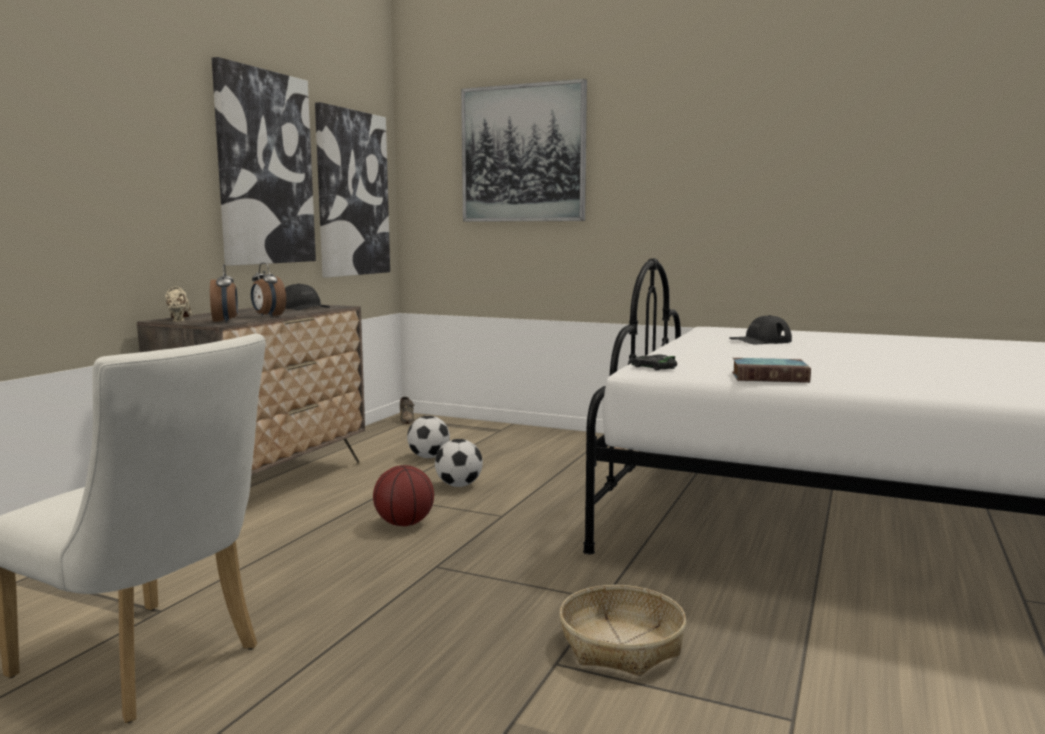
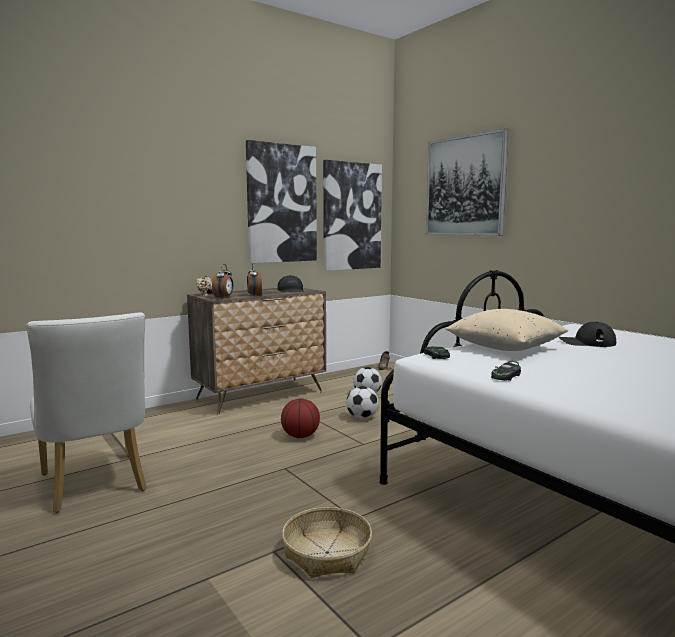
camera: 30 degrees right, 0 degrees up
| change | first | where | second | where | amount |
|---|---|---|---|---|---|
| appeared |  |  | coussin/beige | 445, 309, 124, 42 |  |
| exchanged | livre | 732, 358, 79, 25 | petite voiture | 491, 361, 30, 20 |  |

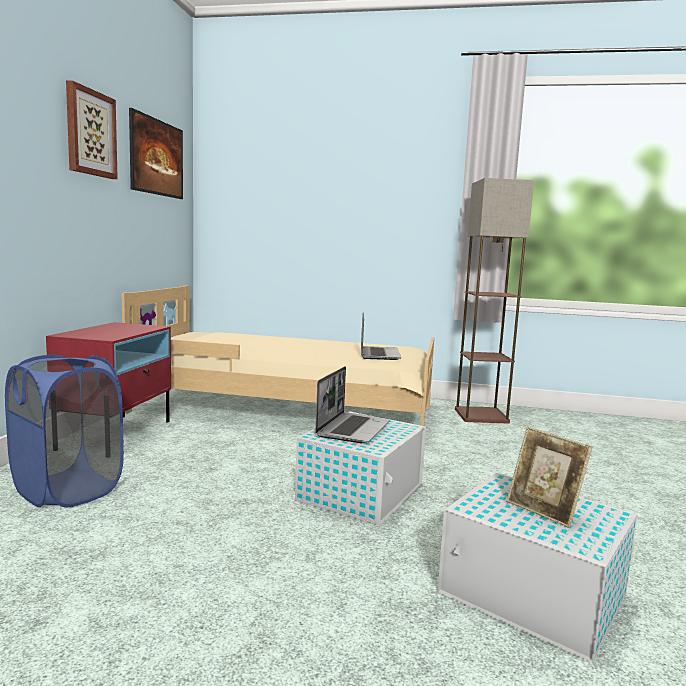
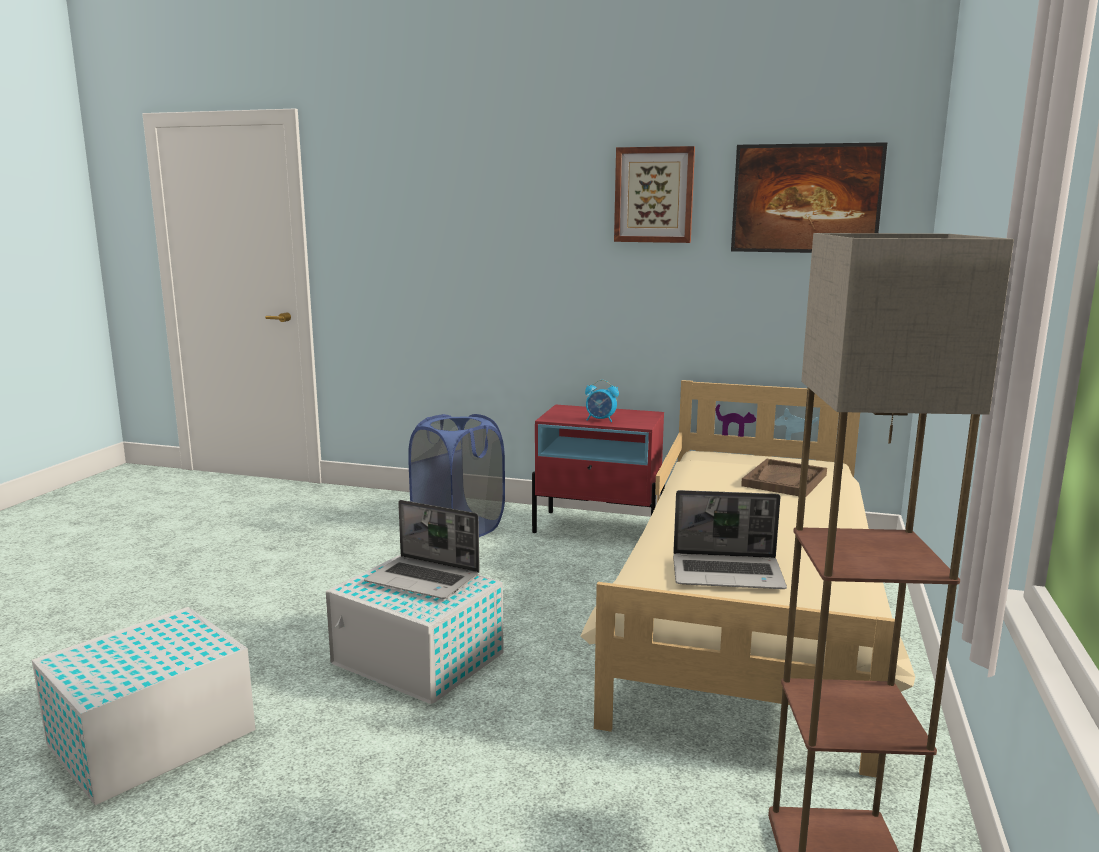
camera: 95 degrees right, 5 degrees up
| change | first | where | second | where | amount |
|---|---|---|---|---|---|
| missing | cadre photo | 506, 426, 86, 102 |  |  |  |
| appeared |  |  | réveil | 585, 380, 34, 42 |  |
| appeared |  |  | plateau/marron | 741, 459, 86, 38 |  |

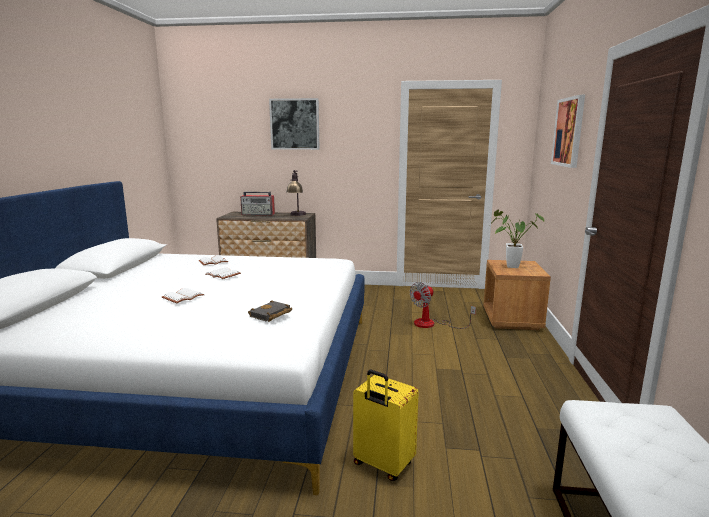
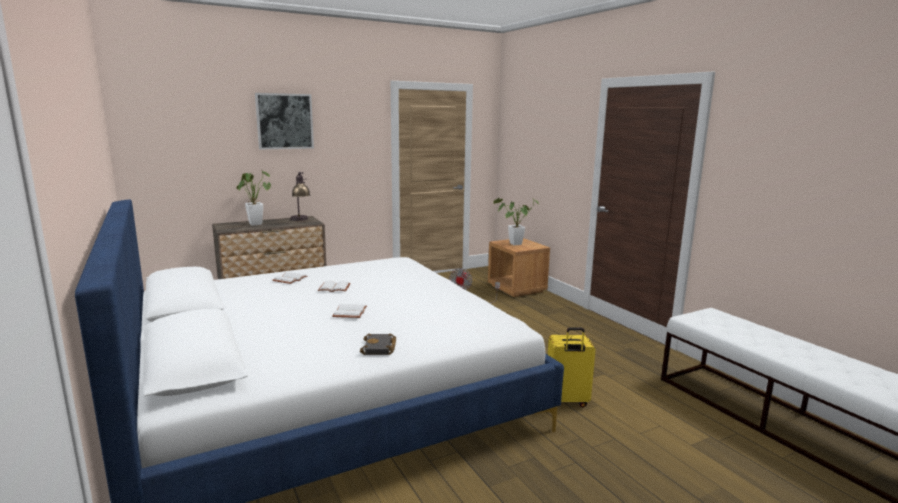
camera: 35 degrees left, 0 degrees up
| change | first | where | second | where | amount |
|---|---|---|---|---|---|
| missing | tableau | 551, 95, 34, 73 |  |  |  |
| relocated | livre/noir | 248, 300, 44, 22 |  | 360, 333, 36, 22 |  |
| exchanged | radio | 240, 192, 35, 23 | plante en pot | 236, 171, 35, 55 |  |

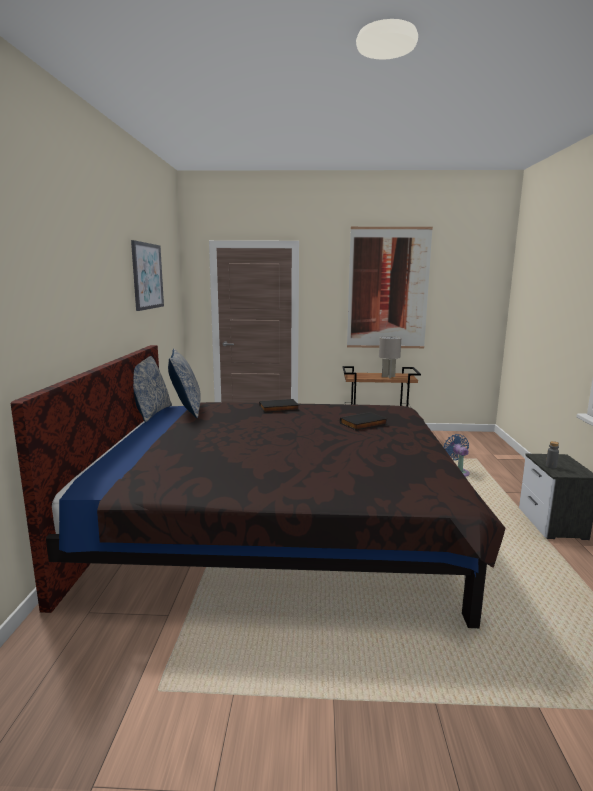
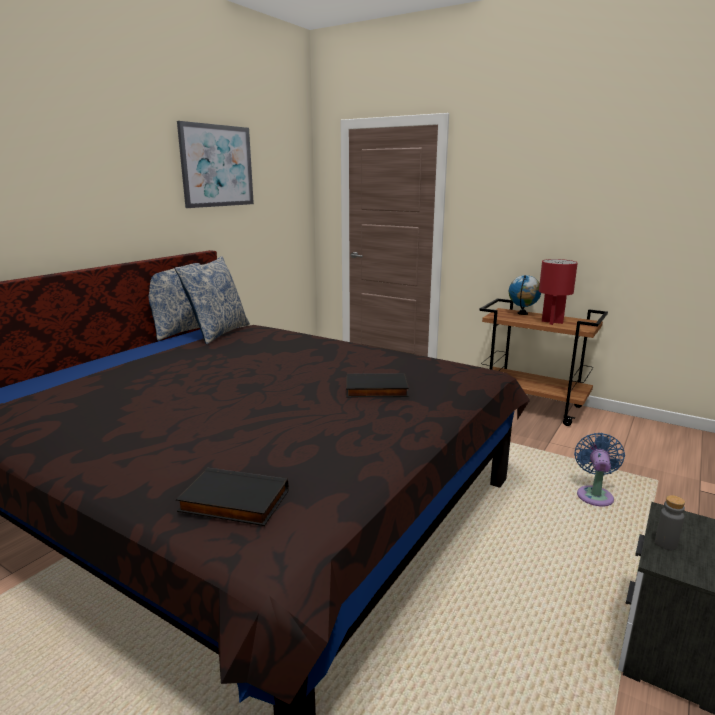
camera: 30 degrees right, 5 degrees up
| change | first | where | second | where | amount |
|---|---|---|---|---|---|
| missing | tableau | 347, 227, 86, 121 |  |  |  |
| appeared |  |  | globe | 509, 275, 32, 40 |  |
| relocated | livre/noir | 259, 399, 40, 14 |  | 176, 468, 113, 58 |  |
| colour | lampe de table/gris | 379, 336, 22, 42 | lampe de table/rouge | 539, 259, 39, 66 |  |

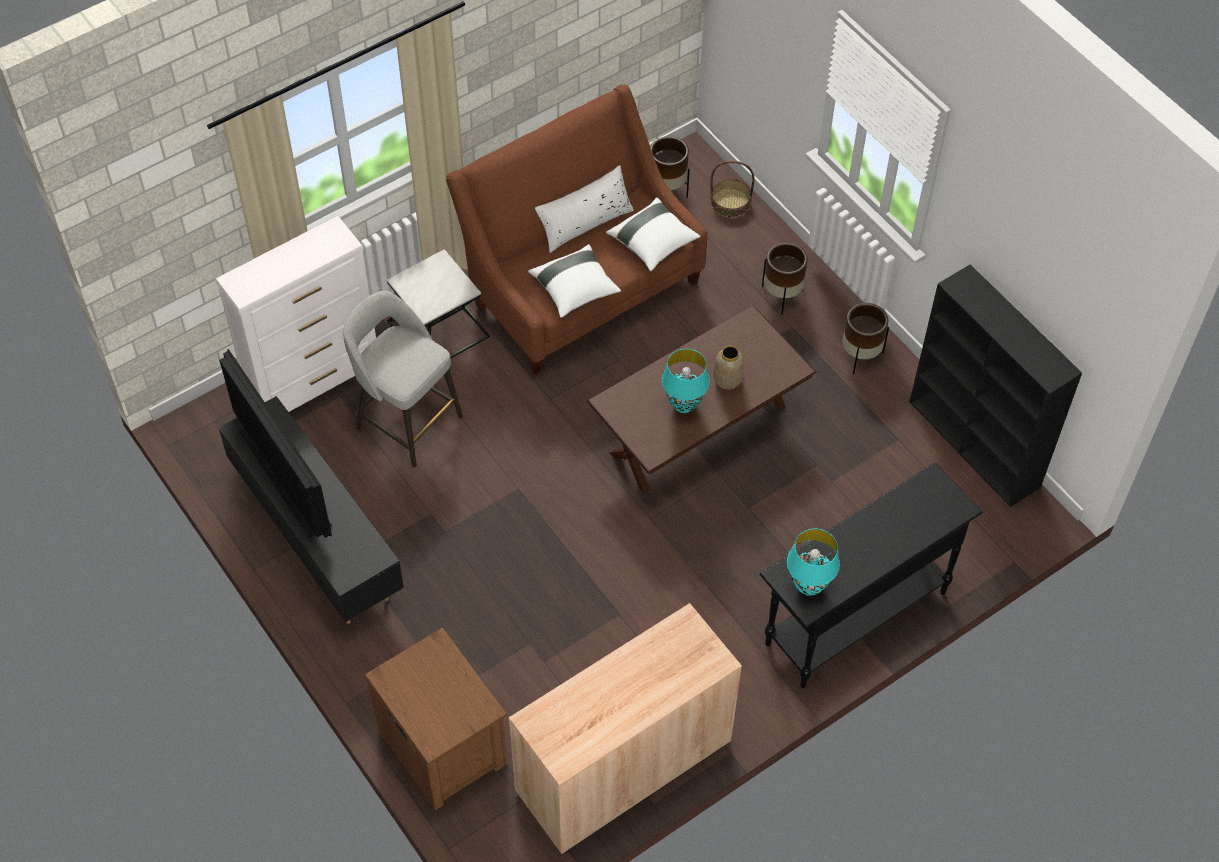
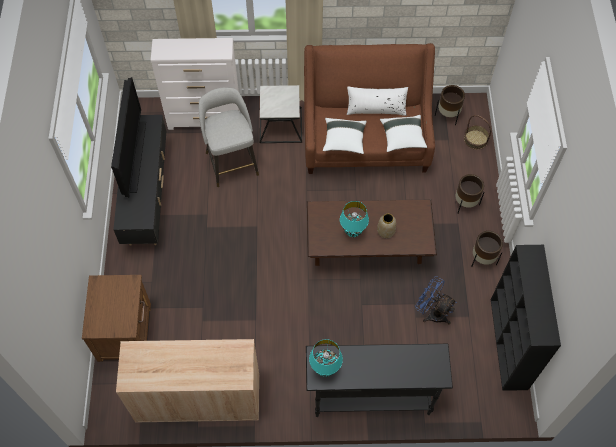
camera: 35 degrees right, 5 degrees up
| change | first | where | second | where | amount |
|---|---|---|---|---|---|
| appeared |  |  | ventilateur/bleu | 415, 276, 42, 48 |  |

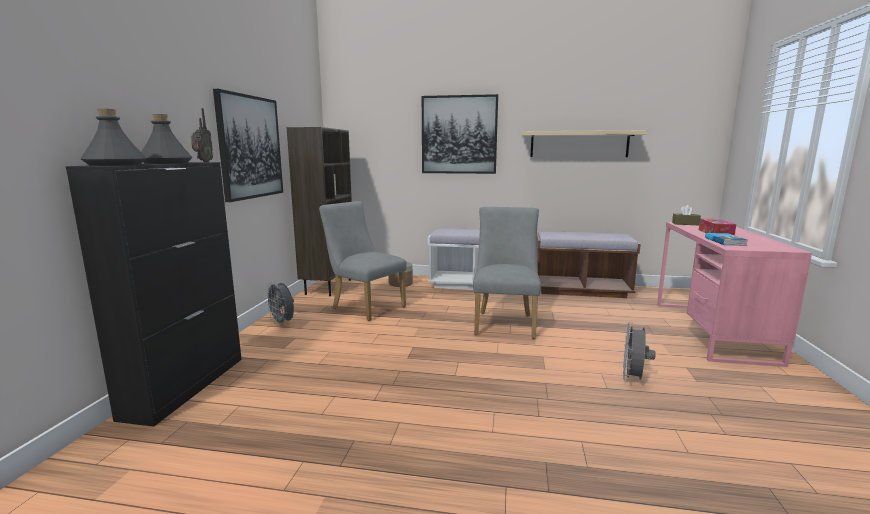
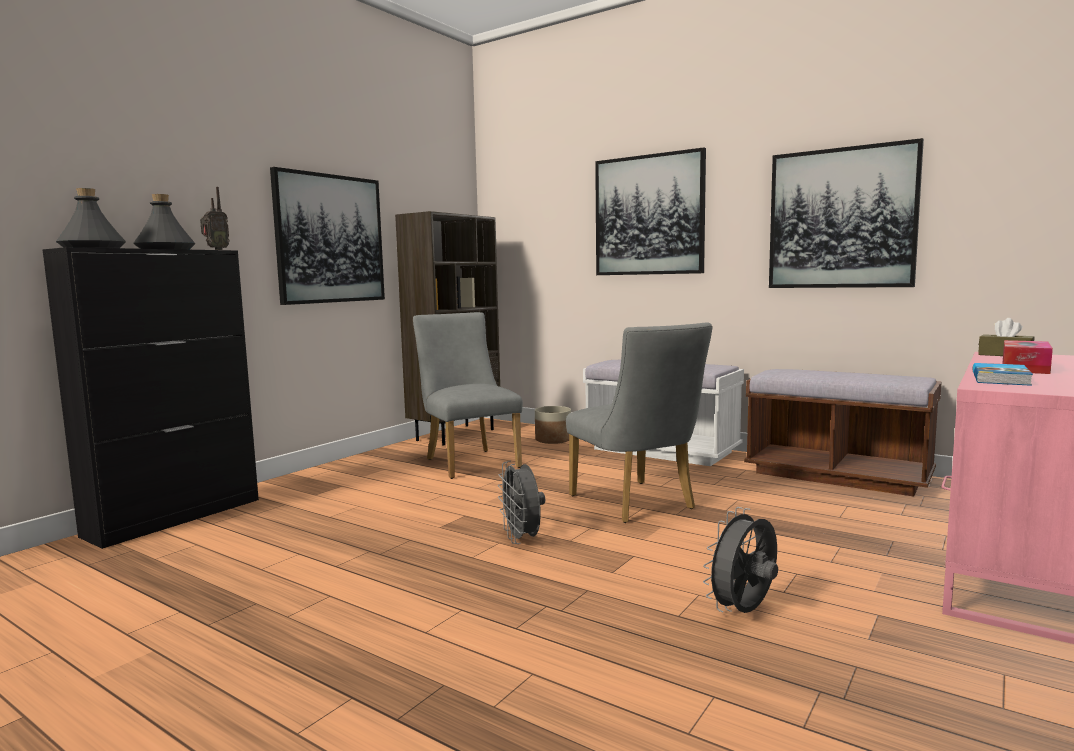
camera: 25 degrees right, 5 degrees down
| change | first | where | second | where | amount |
|---|---|---|---|---|---|
| relocated | ventilateur/gris | 264, 282, 30, 44 |  | 498, 461, 47, 83 |  |
| exchanged | étagère/beige | 522, 130, 125, 27 | tableau | 769, 138, 155, 150 |  |
| spun | chaise/gris | 473, 207, 68, 132 |  | 566, 322, 146, 201 | 120 degrees clockwise |

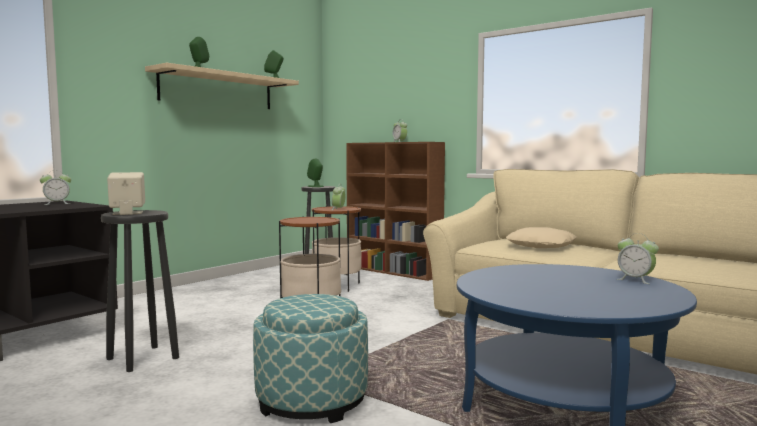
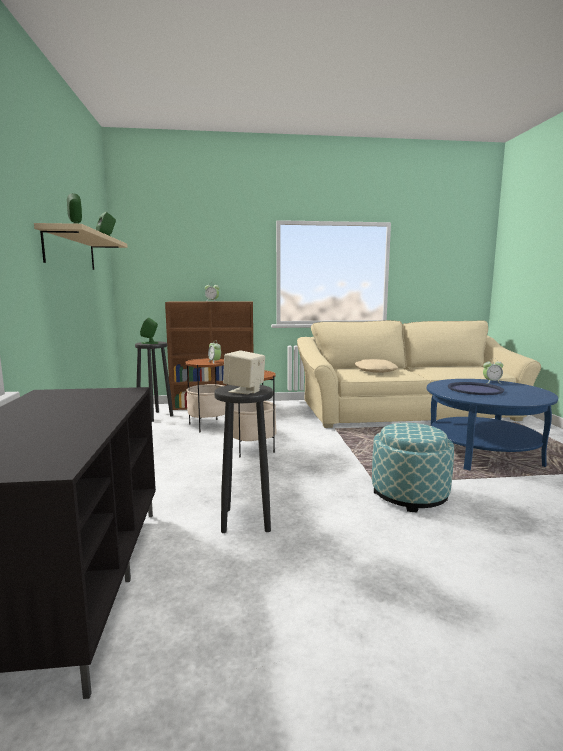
camera: 45 degrees left, 5 degrees up
| change | first | where | second | where | amount |
|---|---|---|---|---|---|
| missing | réveil | 40, 170, 31, 35 |  |  |  |
| appeared |  |  | plateau/bleu | 448, 382, 56, 13 |  |

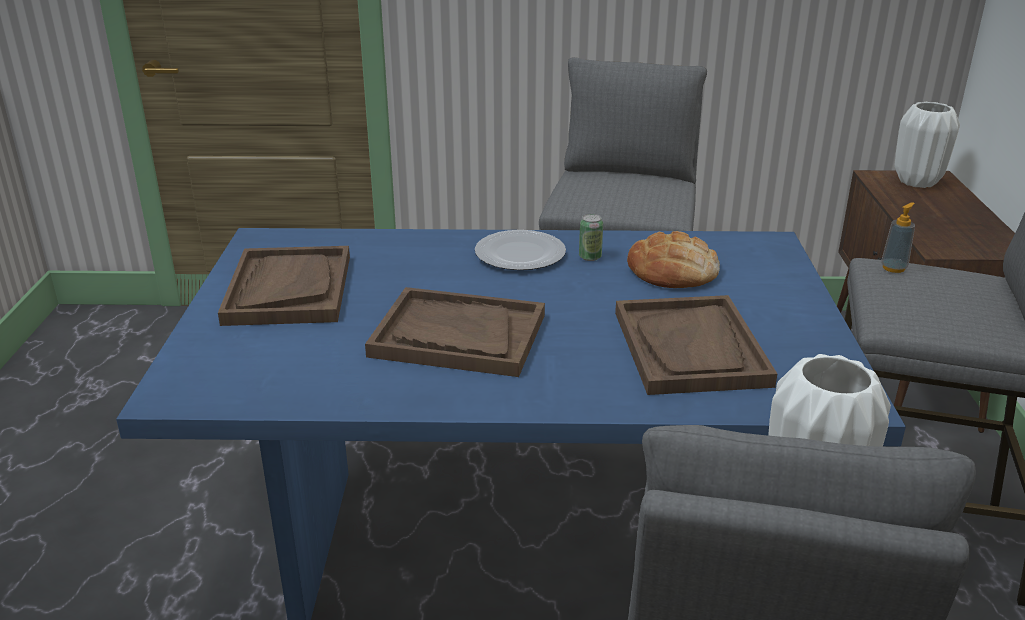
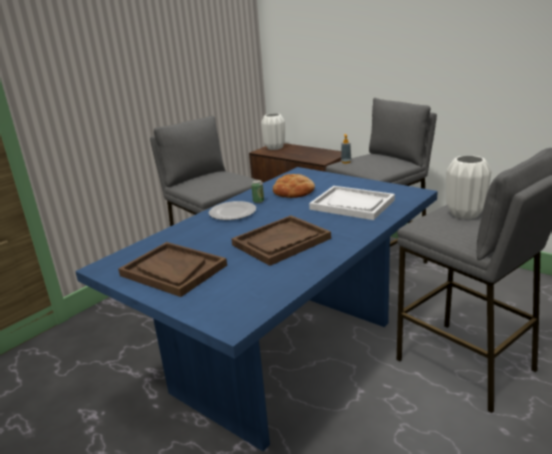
camera: 50 degrees left, 5 degrees down
| change | first | where | second | where | amount |
|---|---|---|---|---|---|
| colour | plateau/marron | 615, 295, 162, 100 | plateau/blanc | 309, 186, 86, 34 |  |

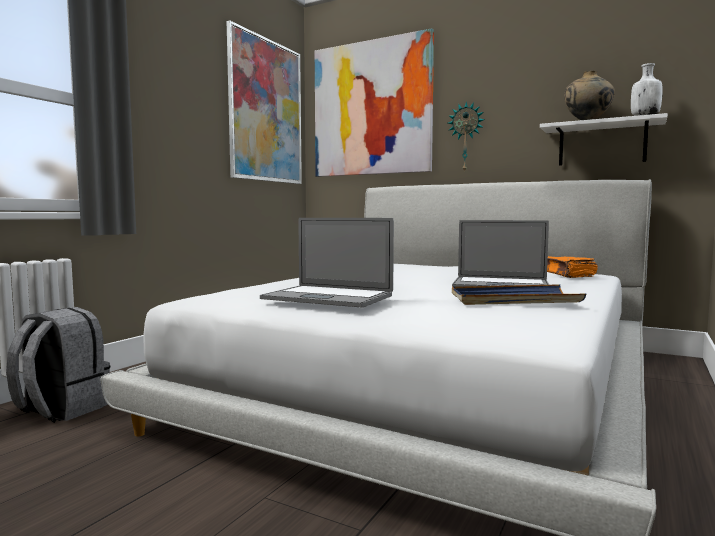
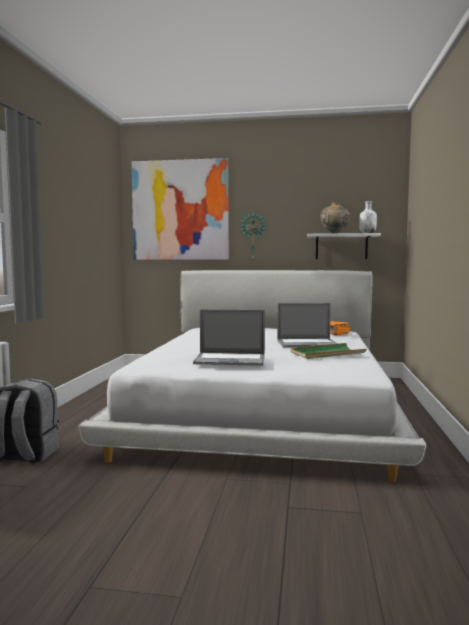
camera: 20 degrees left, 0 degrees up
| change | first | where | second | where | amount |
|---|---|---|---|---|---|
| missing | tableau | 227, 20, 75, 164 |  |  |  |
| colour | plateau/bleu | 452, 284, 134, 21 | plateau/vert | 291, 343, 75, 16 |  |

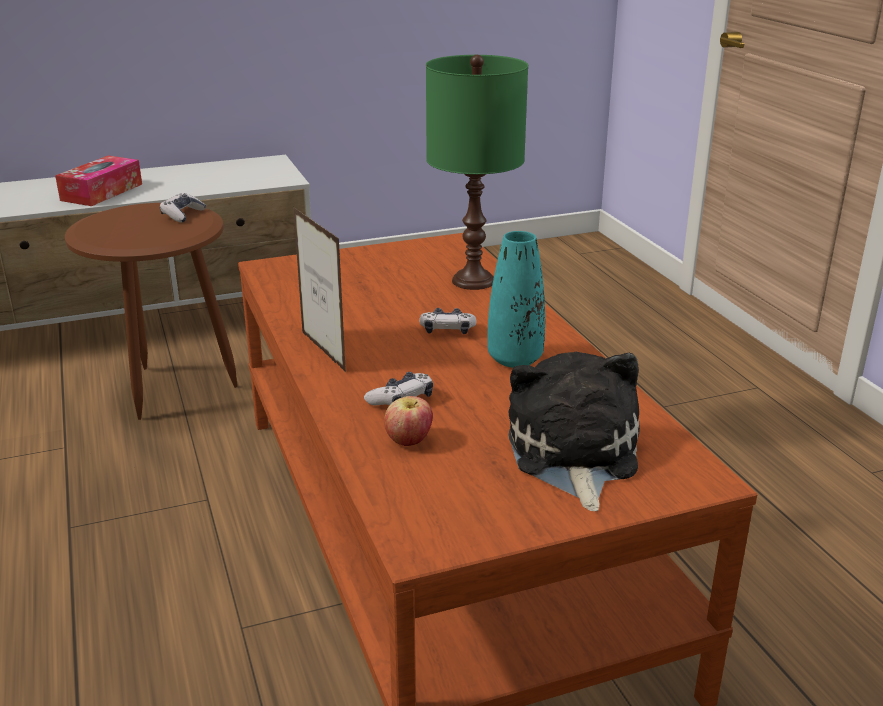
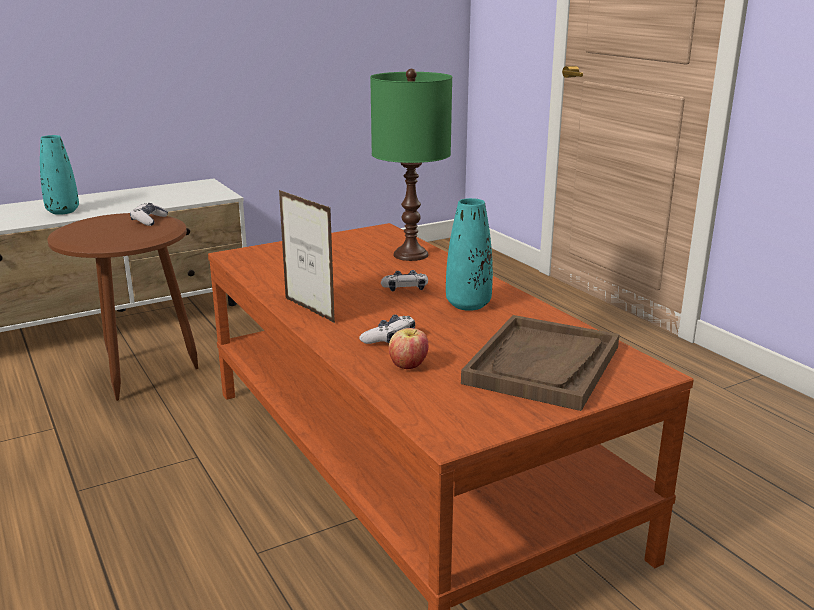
camera: 10 degrees left, 5 degrees down
| change | first | where | second | where | amount |
|---|---|---|---|---|---|
| exchanged | boîte à mouchoirs | 55, 156, 87, 50 | vase/turquoise | 40, 135, 39, 80 |  |
| exchanged | peluche | 508, 352, 132, 159 | plateau/marron | 461, 315, 158, 96 |  |

